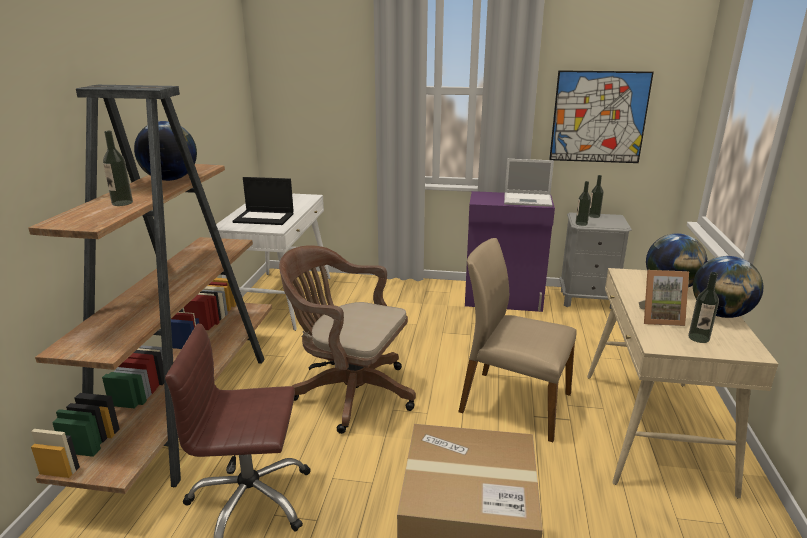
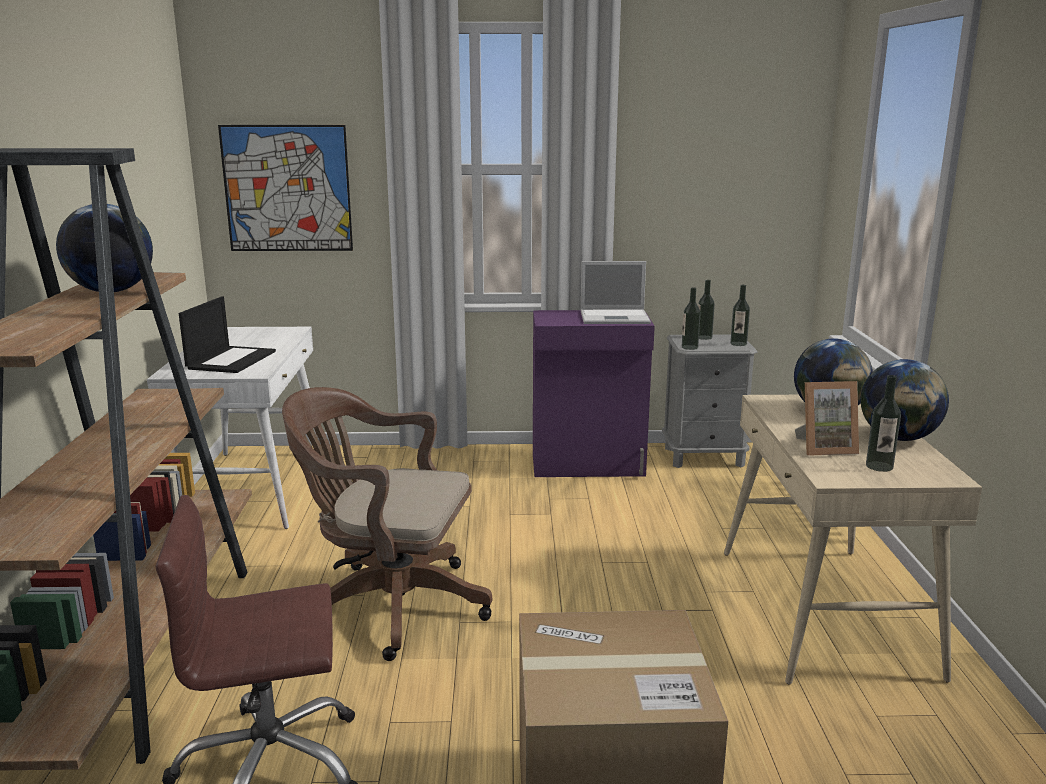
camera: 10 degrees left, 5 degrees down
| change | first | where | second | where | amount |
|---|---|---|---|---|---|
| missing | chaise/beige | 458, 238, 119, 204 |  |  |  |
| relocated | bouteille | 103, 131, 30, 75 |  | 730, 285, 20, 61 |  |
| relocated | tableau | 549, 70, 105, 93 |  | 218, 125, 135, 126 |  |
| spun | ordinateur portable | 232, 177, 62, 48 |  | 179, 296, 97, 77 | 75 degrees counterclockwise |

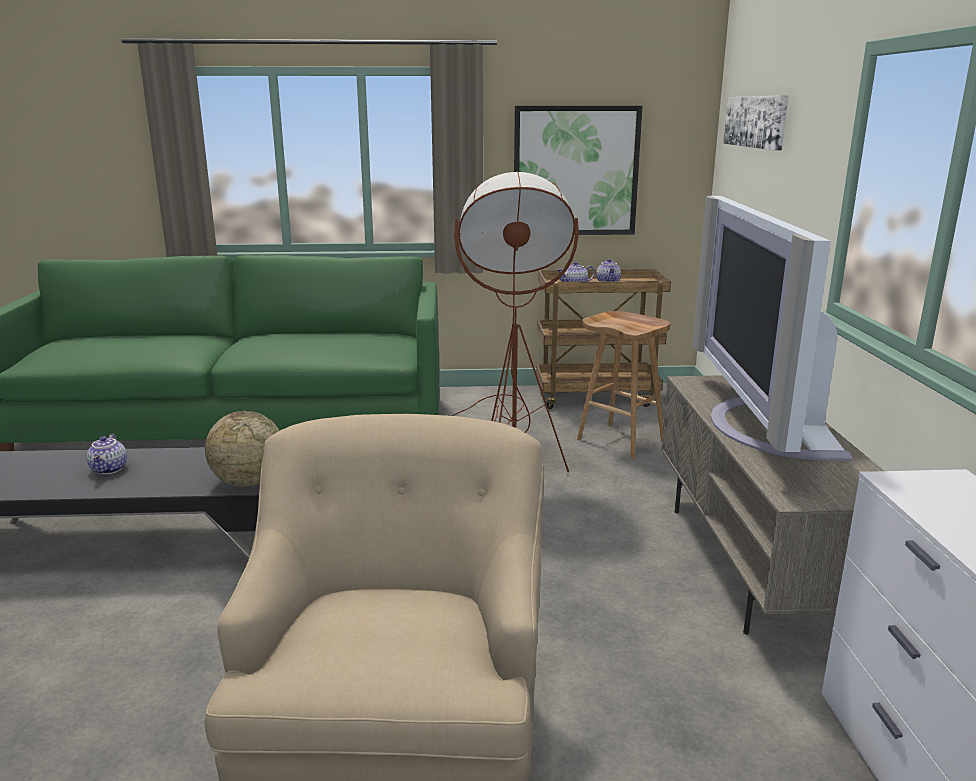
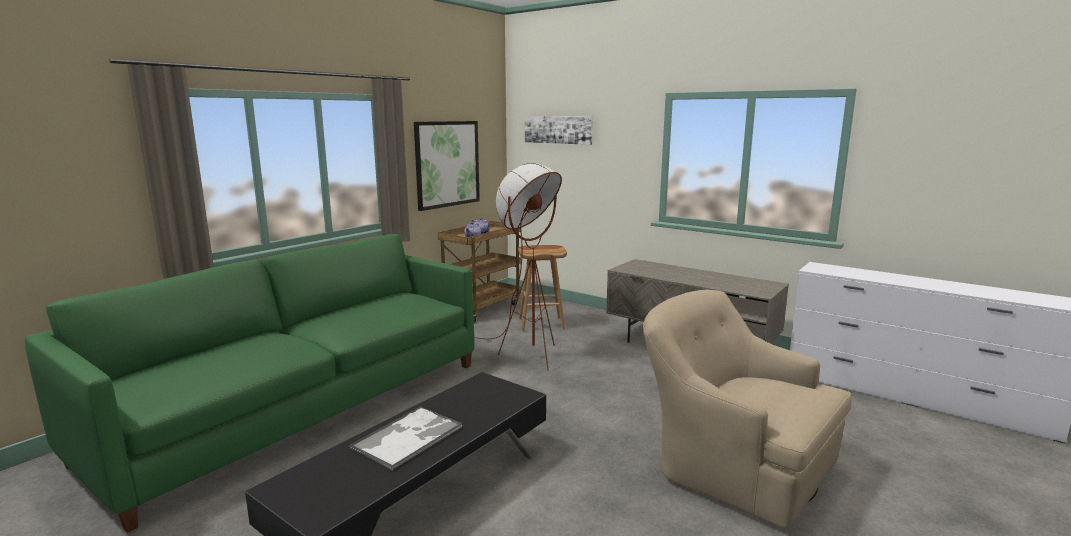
camera: 50 degrees left, 5 degrees down
| change | first | where | second | where | amount |
|---|---|---|---|---|---|
| missing | globe | 205, 411, 74, 76 |  |  |  |
| missing | téléviseur | 693, 196, 160, 265 |  |  |  |
| exchanged | théière | 86, 434, 41, 41 | plateau | 350, 406, 113, 65 |  |

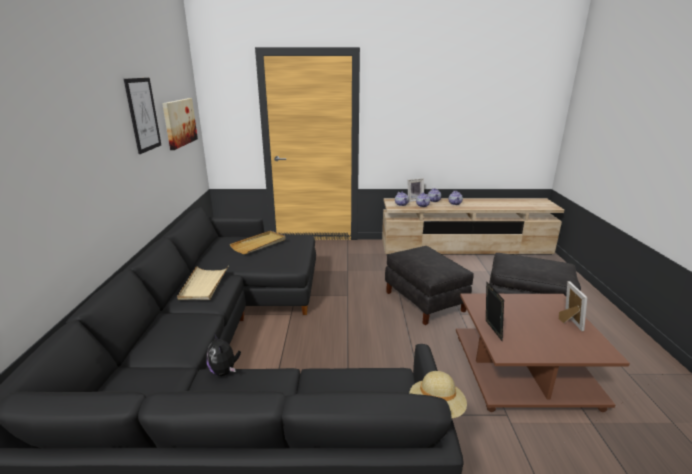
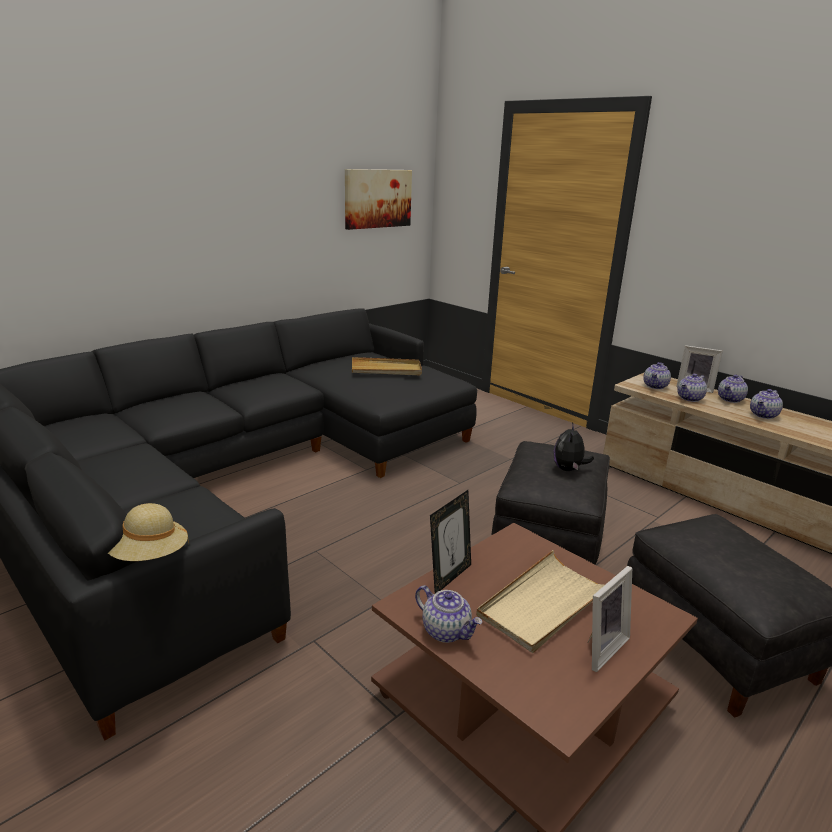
camera: 45 degrees right, 0 degrees up
| change | first | where | second | where | amount |
|---|---|---|---|---|---|
| missing | tableau | 124, 78, 37, 76 |  |  |  |
| appeared |  |  | théière | 415, 585, 67, 58 |  |
| relocated | plateau/beige | 177, 266, 51, 34 |  | 476, 550, 128, 103 |  |
| relocated | peluche | 206, 333, 35, 43 |  | 554, 422, 40, 49 |  |

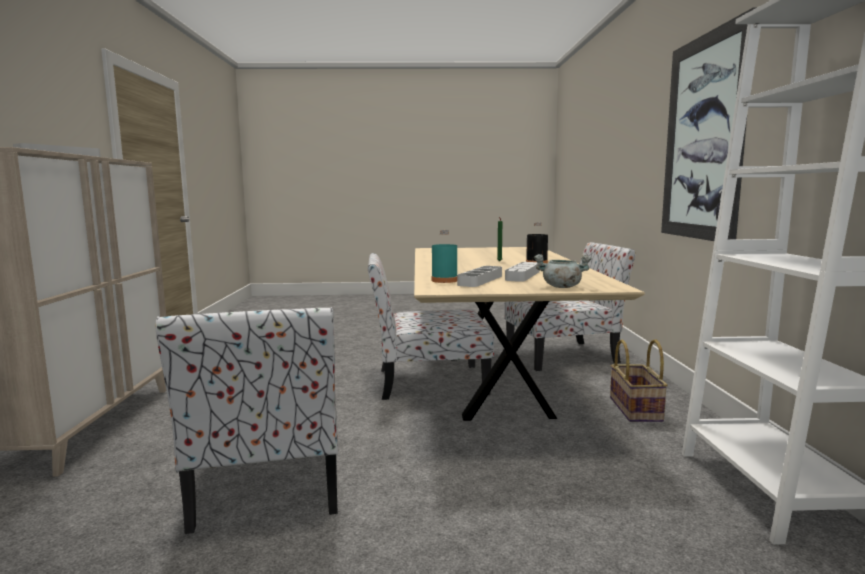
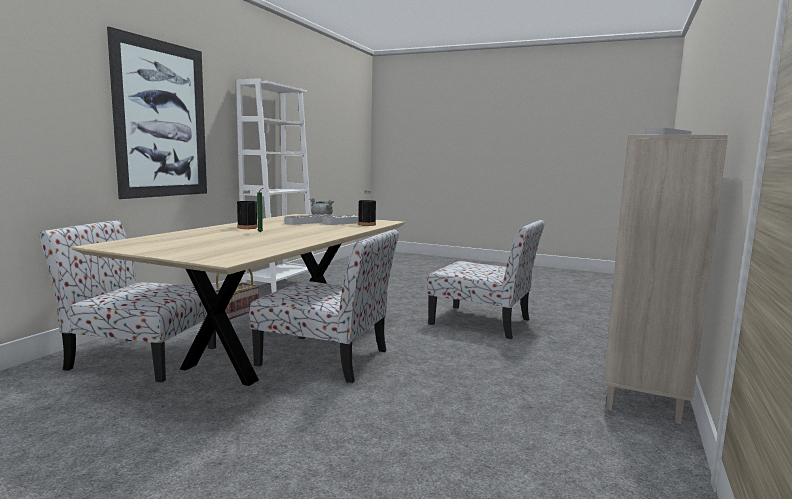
camera: 155 degrees left, 0 degrees up
| change | first | where | second | where | amount |
|---|---|---|---|---|---|
| colour | bouteille/turquoise | 432, 230, 25, 53 | bouteille/noir | 358, 190, 18, 36 |  |
| spun | chaise | 155, 307, 184, 227 |  | 427, 220, 118, 119 | 105 degrees clockwise |

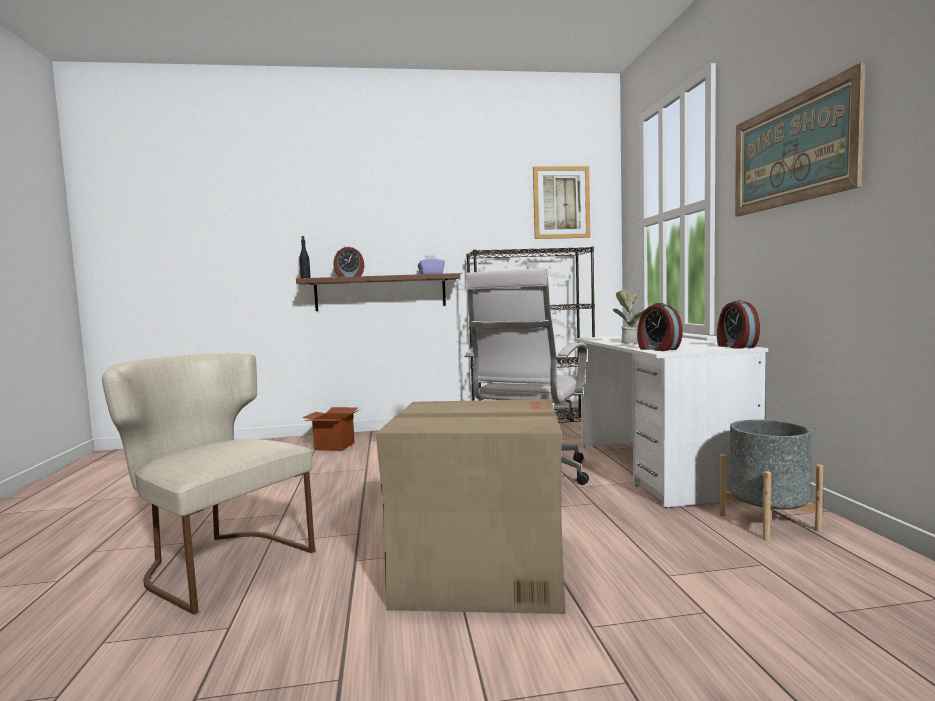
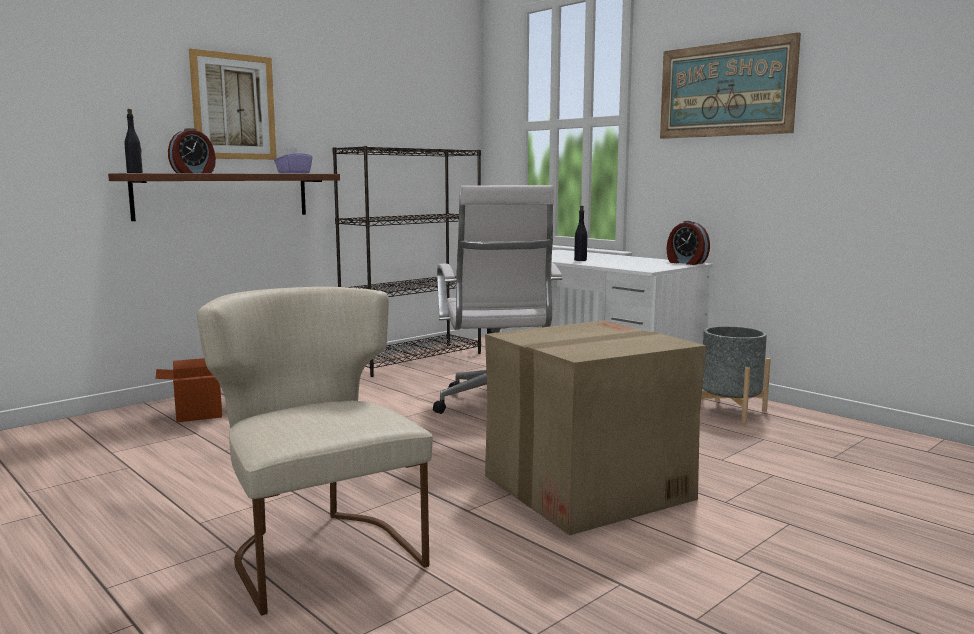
camera: 35 degrees left, 5 degrees up
| change | first | where | second | where | amount |
|---|---|---|---|---|---|
| missing | réveil | 637, 303, 46, 48 |  |  |  |
| relocated | tableau | 533, 166, 57, 73 |  | 189, 49, 88, 111 |  |
| exchanged | plante en pot | 613, 290, 31, 54 | bouteille/noir | 574, 206, 13, 55 |  |
| spun | chaise/beige | 102, 353, 213, 261 |  | 197, 287, 236, 328 | 60 degrees clockwise |

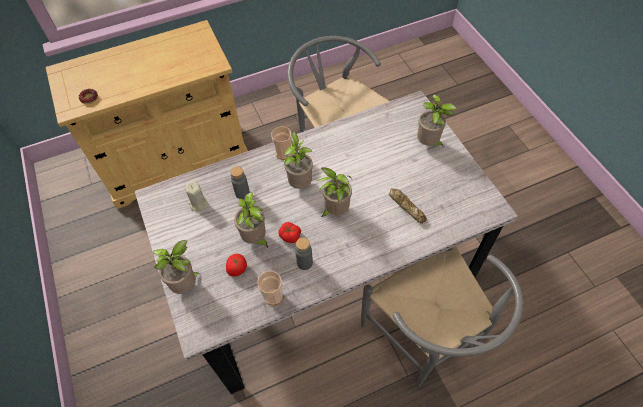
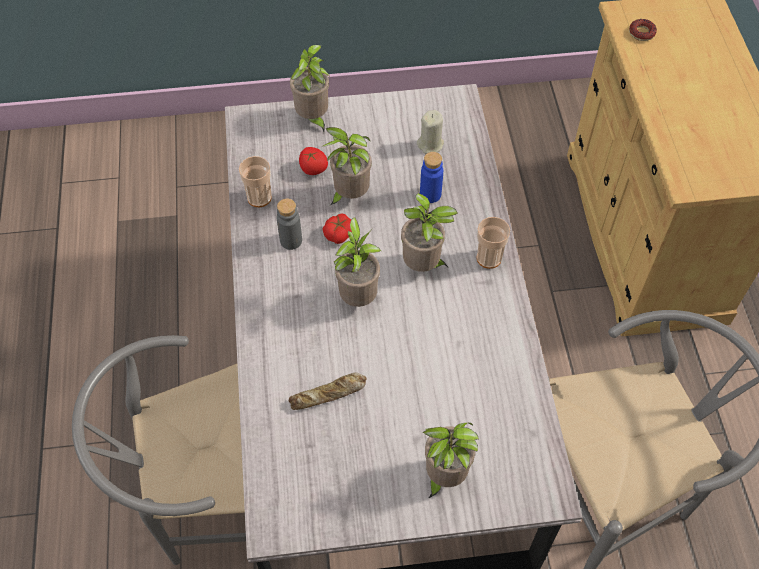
camera: 105 degrees right, 0 degrees up
| change | first | where | second | where | amount |
|---|---|---|---|---|---|
| colour | bouteille/gris | 230, 166, 20, 34 | bouteille/bleu | 420, 152, 23, 51 |  |

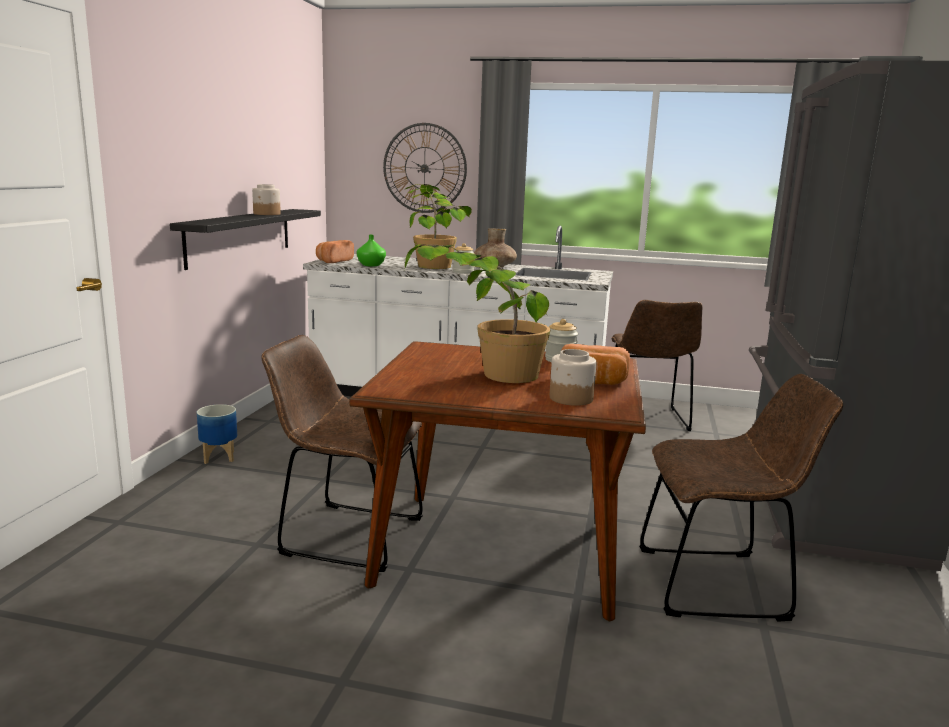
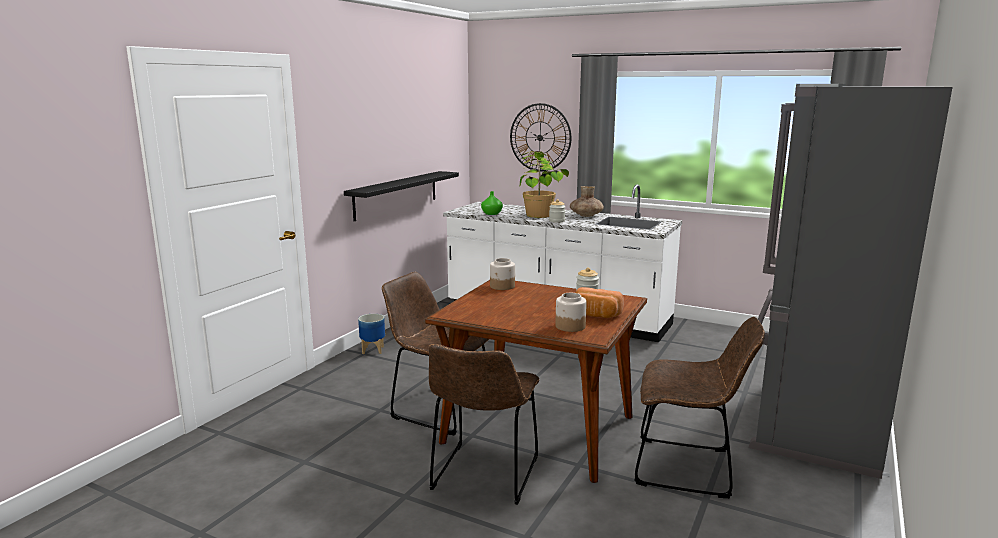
camera: 15 degrees right, 0 degrees up
| change | first | where | second | where | amount |
|---|---|---|---|---|---|
| missing | pain | 316, 240, 38, 23 |  |  |  |
| missing | plante en pot | 404, 244, 146, 139 |  |  |  |
| relocated | bocal | 252, 184, 29, 31 |  | 490, 258, 25, 32 |  |
| relocated | chaise/marron | 612, 300, 90, 131 |  | 429, 344, 111, 161 |  |

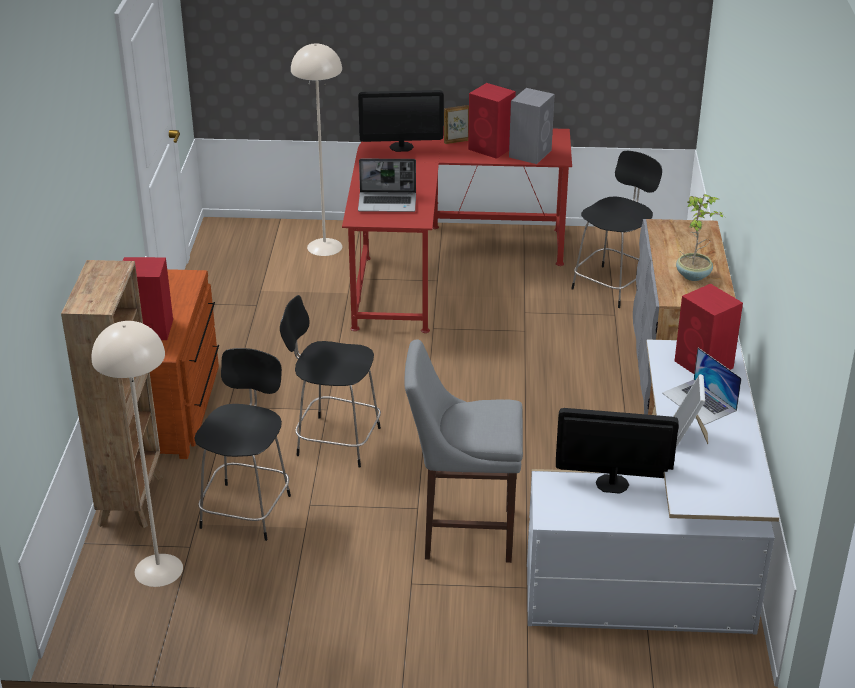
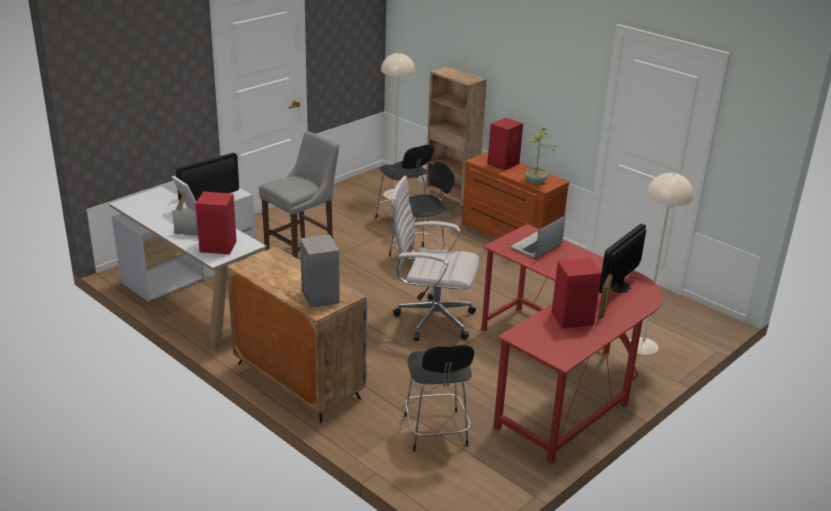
camera: 130 degrees right, 5 degrees down
| change | first | where | second | where | amount |
|---|---|---|---|---|---|
| appeared |  |  | chaise de bureau/blanc | 390, 176, 89, 165 |  |
| relocated | enceinte/gris | 509, 88, 46, 76 |  | 300, 234, 40, 74 |  |
| relocated | plante en pot | 676, 194, 50, 87 |  | 525, 127, 32, 57 |  |

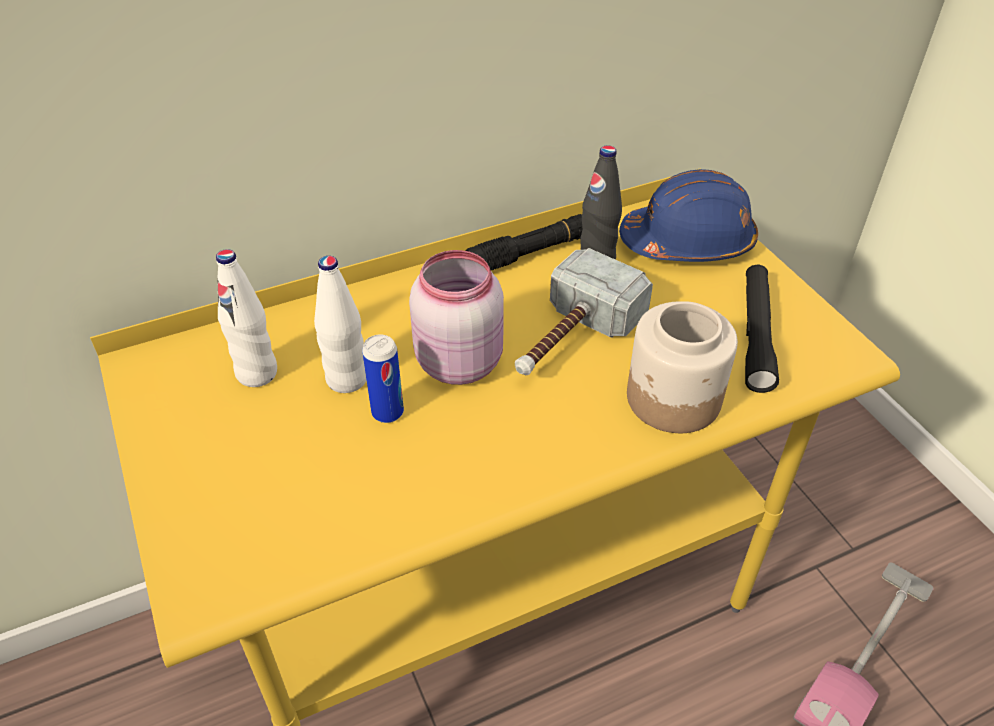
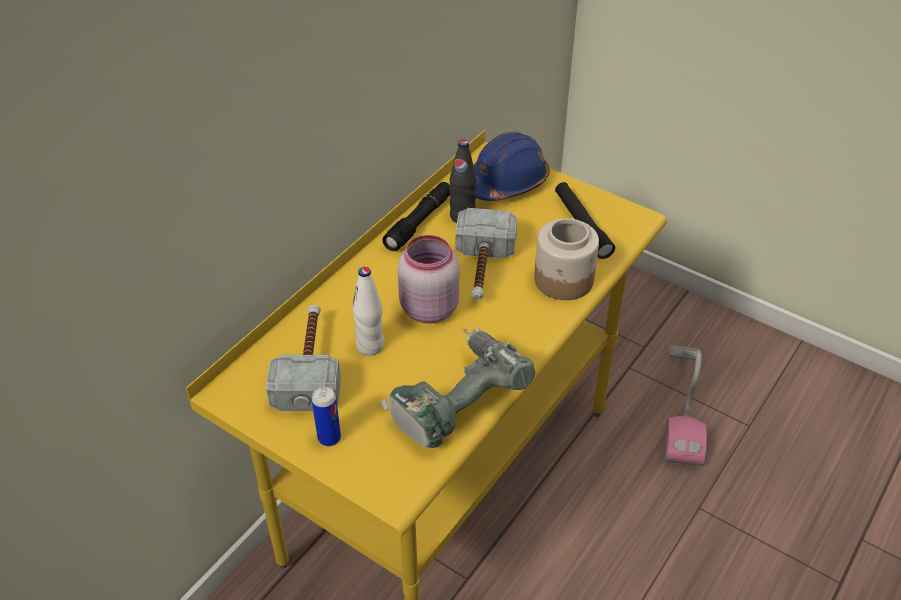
camera: 30 degrees left, 0 degrees up
| change | first | where | second | where | amount |
|---|---|---|---|---|---|
| appeared |  |  | perceuse | 381, 328, 154, 120 |  |
| relocated | boîte métallique | 362, 335, 42, 88 |  | 312, 387, 29, 59 |  |
| exchanged | bouteille/blanc | 216, 249, 61, 138 | marteau | 266, 305, 75, 106 |  |

